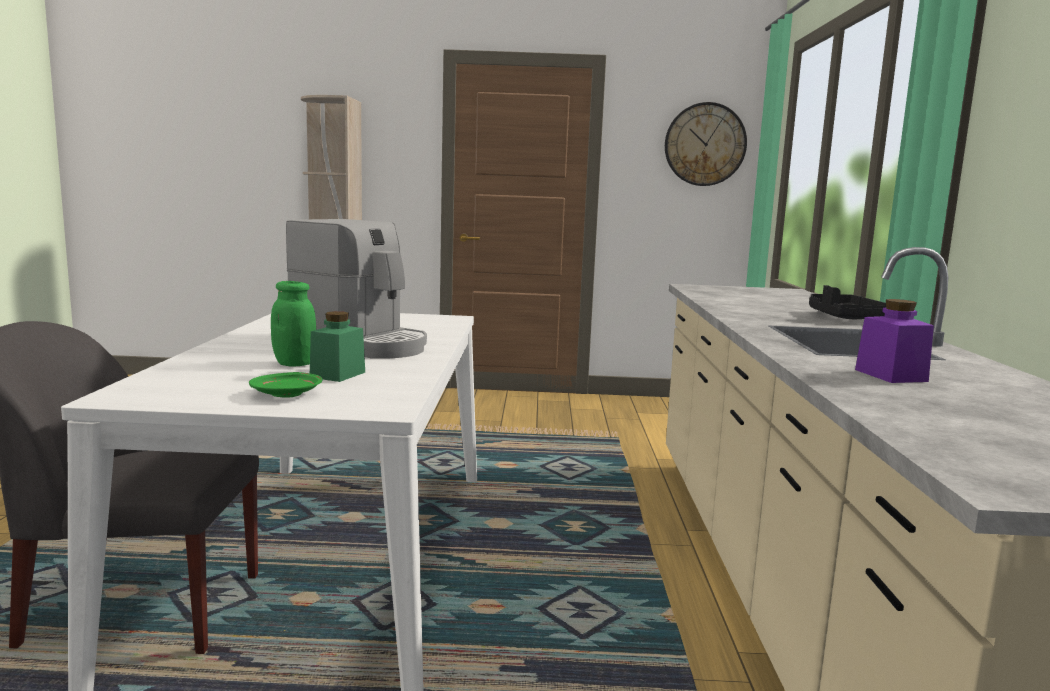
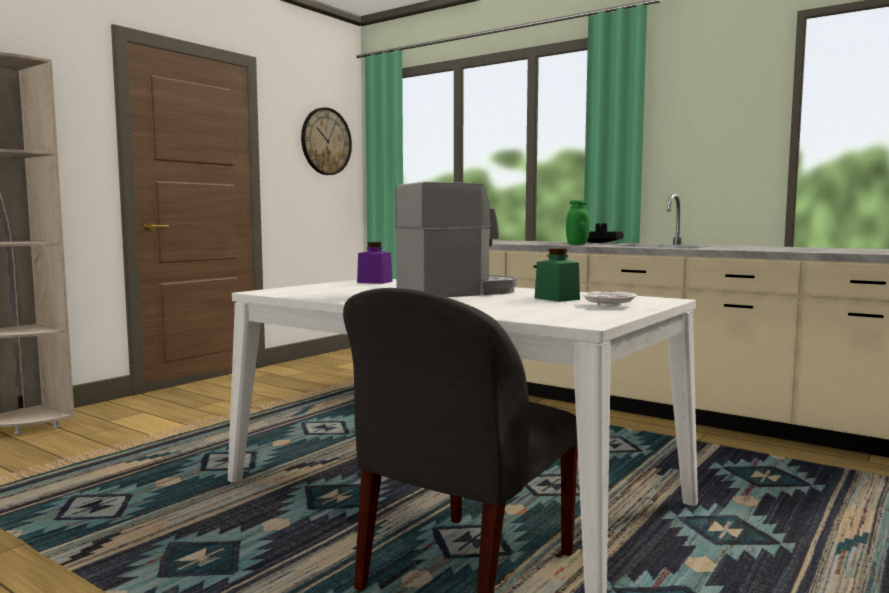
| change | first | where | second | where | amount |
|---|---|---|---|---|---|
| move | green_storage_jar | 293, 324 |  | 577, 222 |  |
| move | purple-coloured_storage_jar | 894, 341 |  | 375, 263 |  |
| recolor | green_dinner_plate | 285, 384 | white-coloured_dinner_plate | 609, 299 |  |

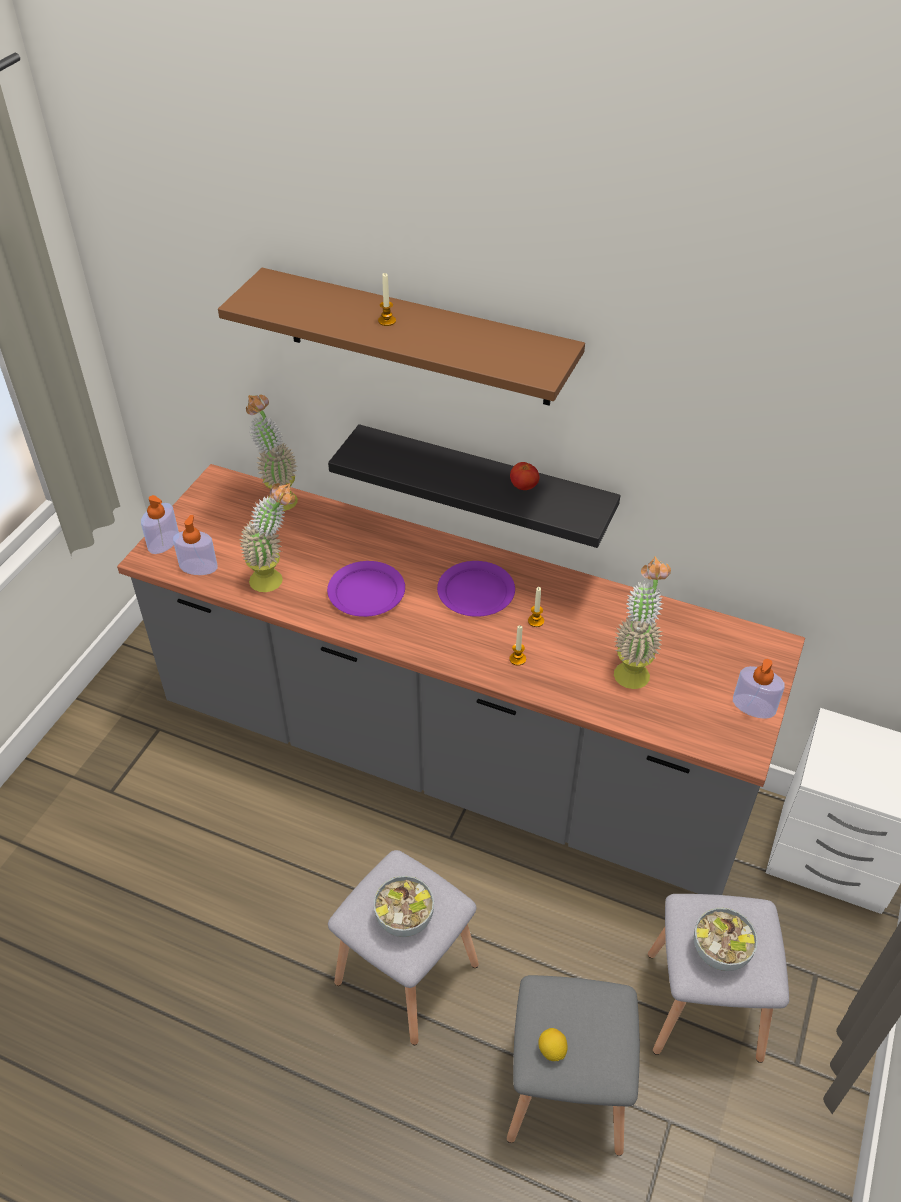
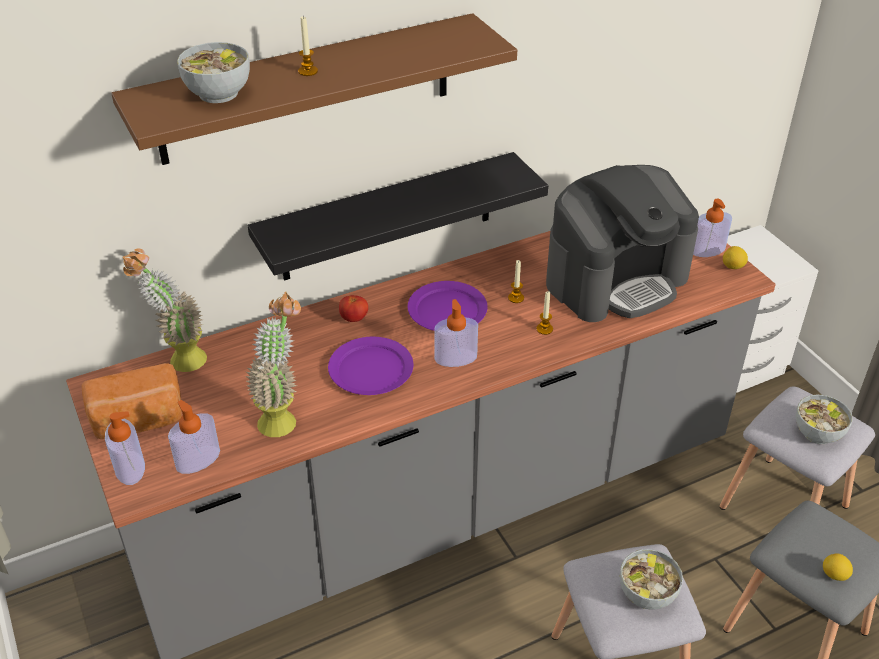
| change | first | where | second | where | amount |
|---|---|---|---|---|---|
| insert |  |  | bread | 131, 401 |  |
| insert |  |  | deep_dish | 213, 72 |  |
| insert |  |  | liquid_soap_bottle | 456, 333 |  |
| insert |  |  | whole_lemon | 735, 257 |  |
| move | fresh_tomato | 524, 476 |  | 353, 308 |  |
| replace | potted_plant | 642, 622 | coffee_maker | 622, 243 |  |

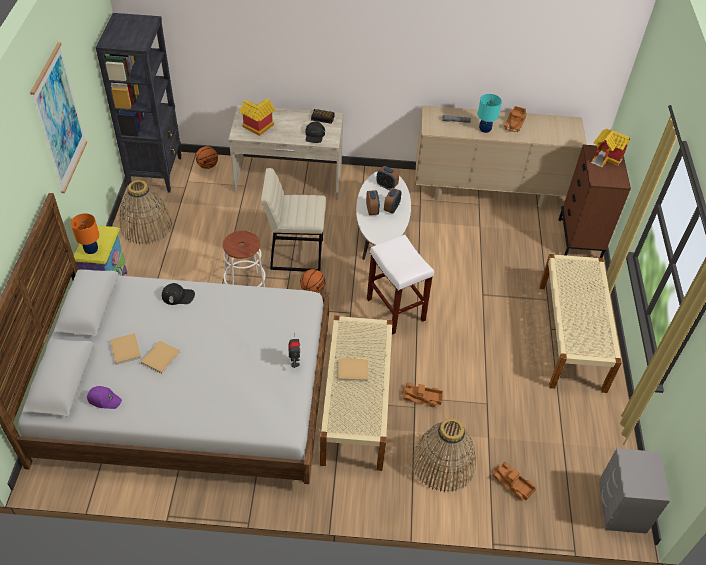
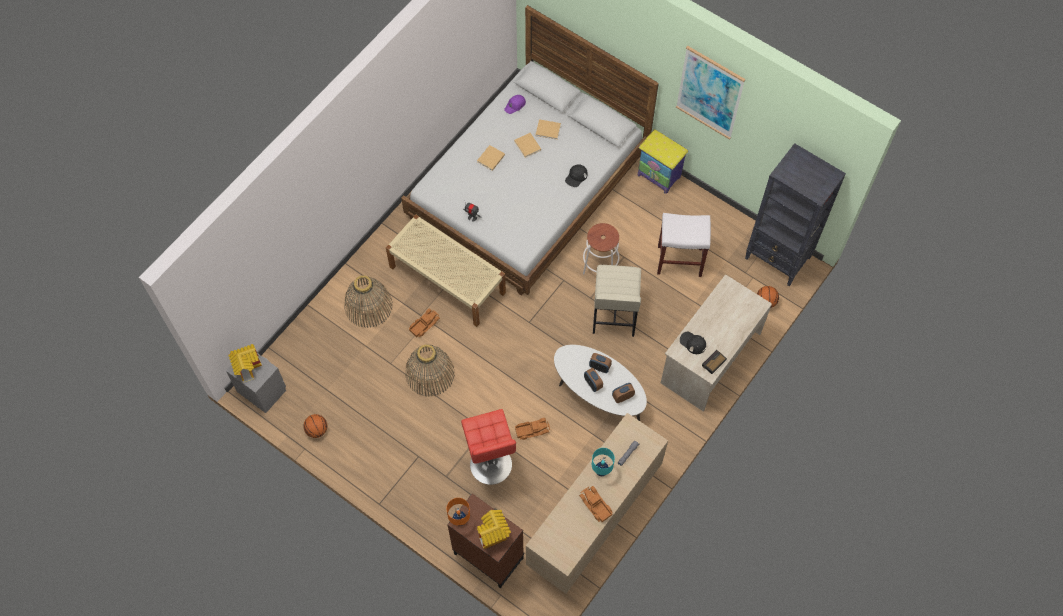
| change | first | where | second | where | amount |
|---|---|---|---|---|---|
| delete | sand-coloured_long_seat | 580, 323 |  |  |  |
| insert |  |  | red_stool_seat | 488, 447 |  |
| move | orangey_lamp_for_a_table | 85, 233 |  | 458, 512 |  |
| move | household_basket | 146, 212 |  | 430, 370 |  |
| move | toy_house | 257, 117 |  | 245, 363 |  |
| move | basketball | 312, 281 |  | 315, 426 |  |
| move | sand-coloured_bound_book | 353, 370 |  | 491, 158 |  |
| move | white-coloured_stool_seat | 400, 285 |  | 684, 245 |  |
| move | toy_lorry | 514, 481 |  | 532, 429 |  |
| rotate | sand-coloured_plain_chair | 293, 220 |  | 617, 301 | 150 degrees clockwise |

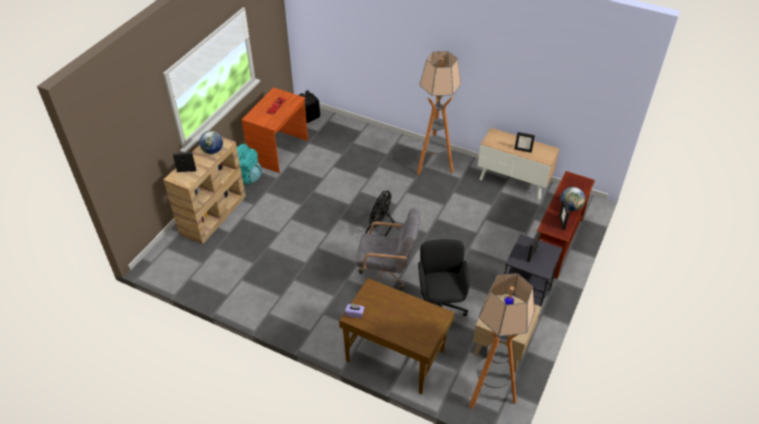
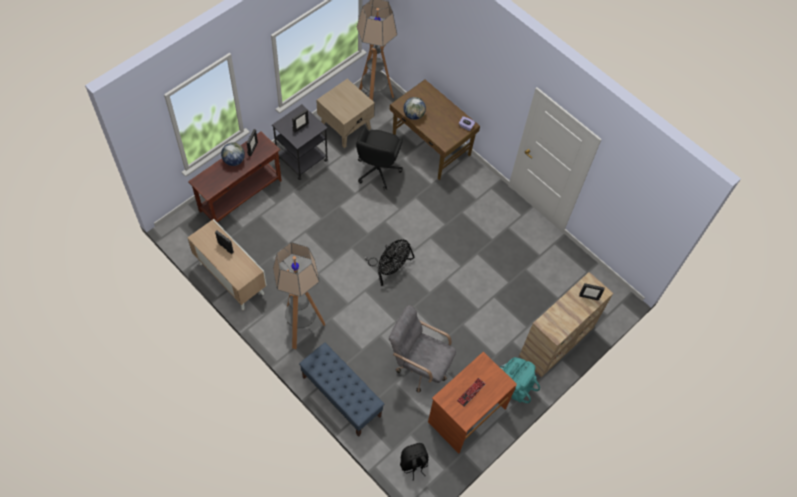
| change | first | where | second | where | amount |
|---|---|---|---|---|---|
| insert |  |  | blue-coloured_long_seat | 342, 390 |  |
| move | desk_globe | 211, 142 |  | 414, 108 |  |
| move | gray_desk_chair | 388, 248 |  | 422, 348 |  |

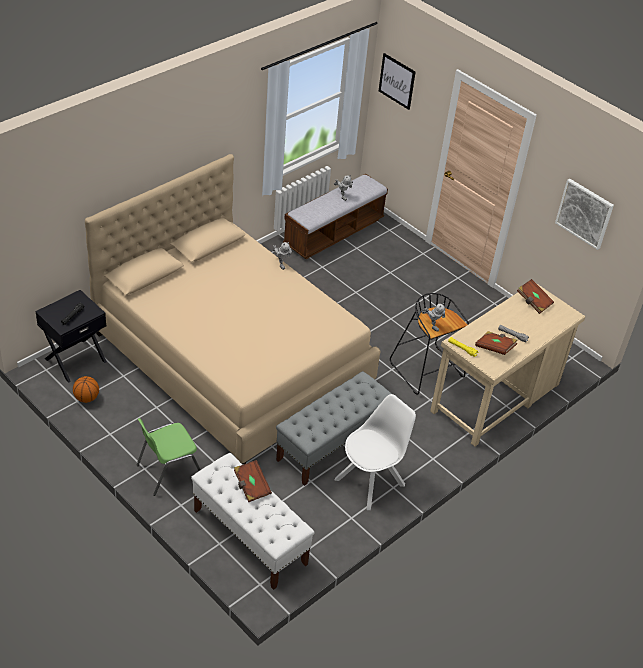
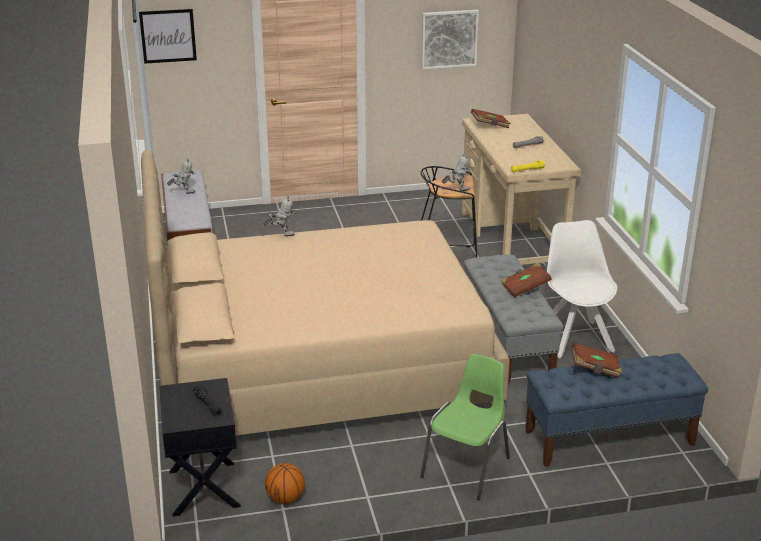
| change | first | where | second | where | amount |
|---|---|---|---|---|---|
| move | brown_bound_book | 496, 343 |  | 526, 280 |  |
| recolor | white-coloured_long_seat | 253, 521 | blue-coloured_long_seat | 617, 410 |  |
| rotate | green_plain_chair | 168, 457 |  | 465, 427 | 150 degrees counterclockwise |

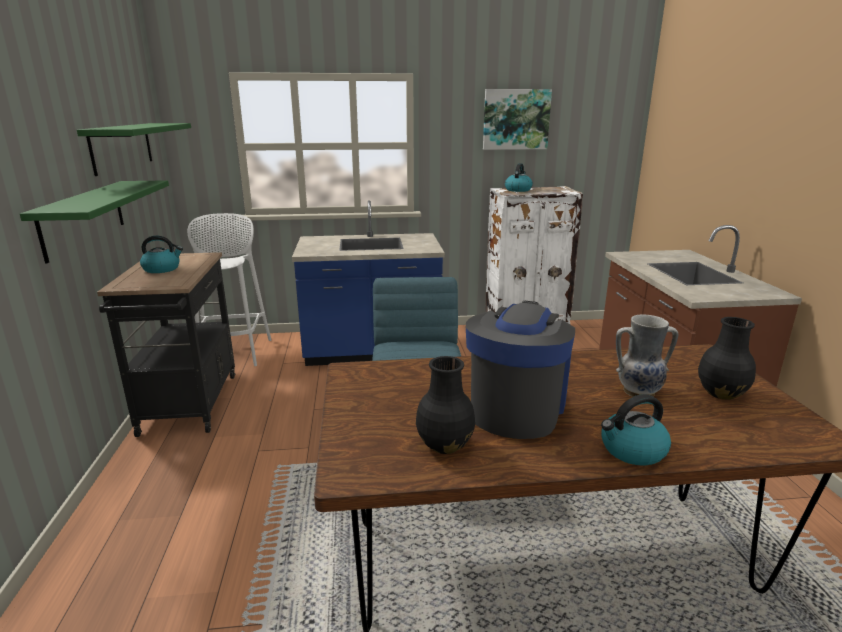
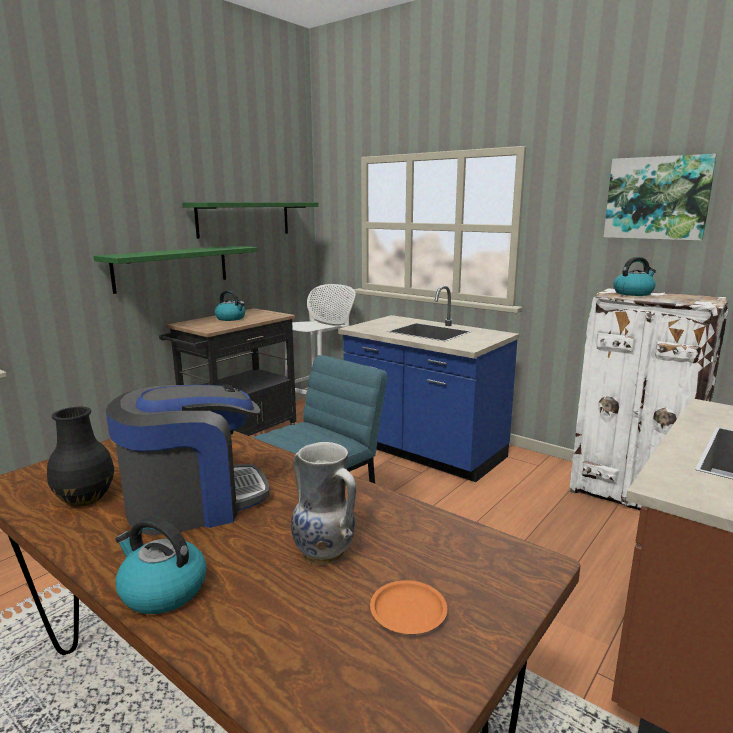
| change | first | where | second | where | amount |
|---|---|---|---|---|---|
| replace | black_flower_vase | 727, 358 | orangey_dinner_plate | 408, 607 |  |

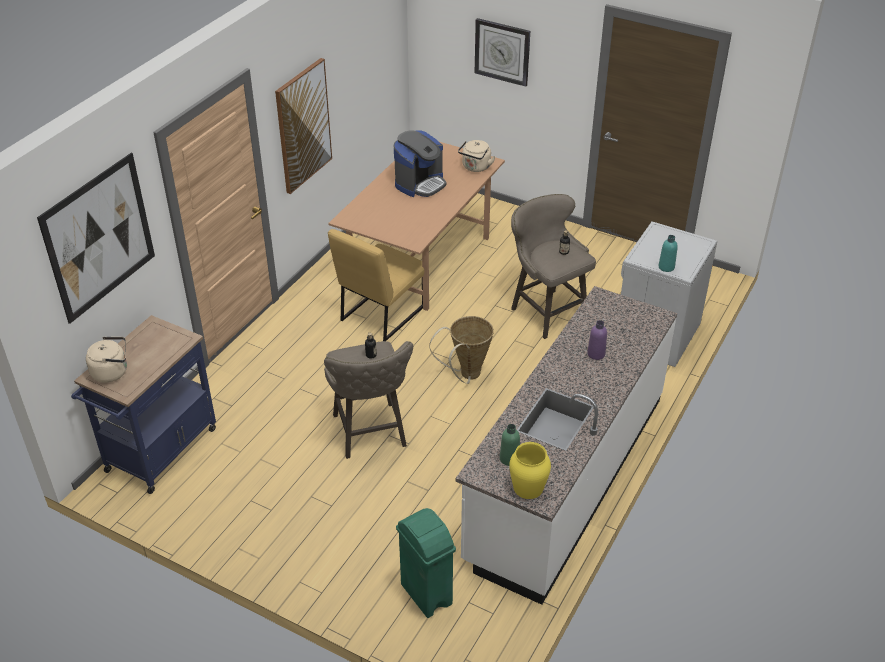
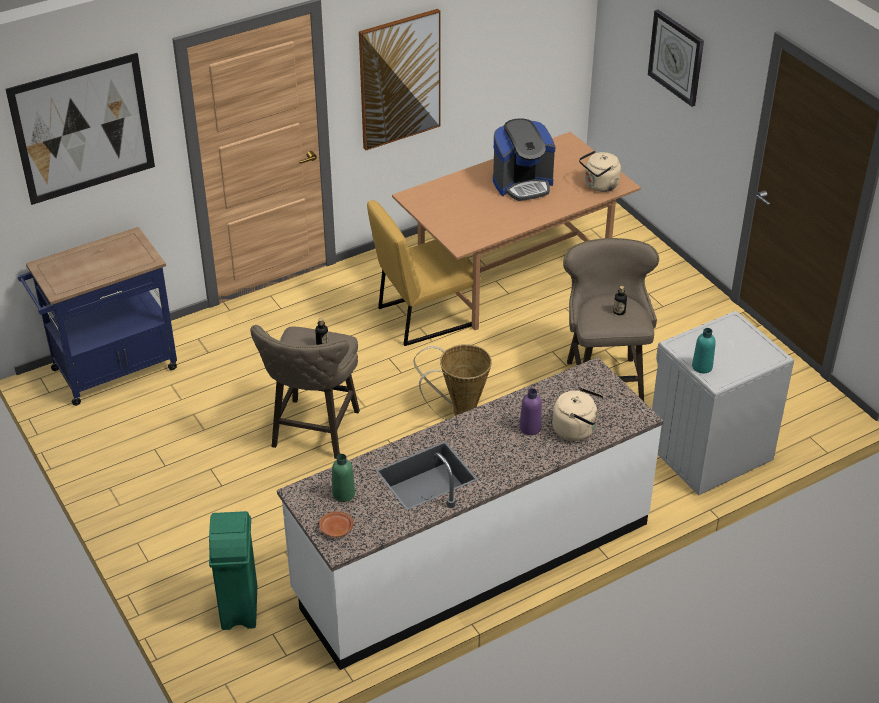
| change | first | where | second | where | amount |
|---|---|---|---|---|---|
| move | sand-coloured_water_kettle | 106, 360 |  | 578, 414 |  |
| replace | yellowish_flower_vase | 530, 470 | brown_dinner_plate | 336, 524 |  |

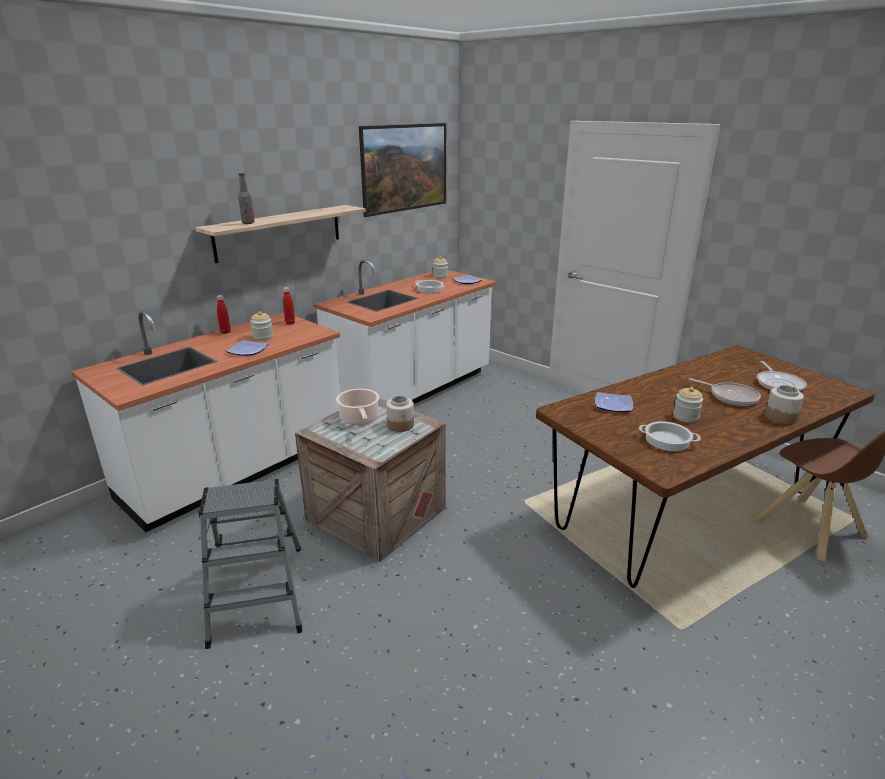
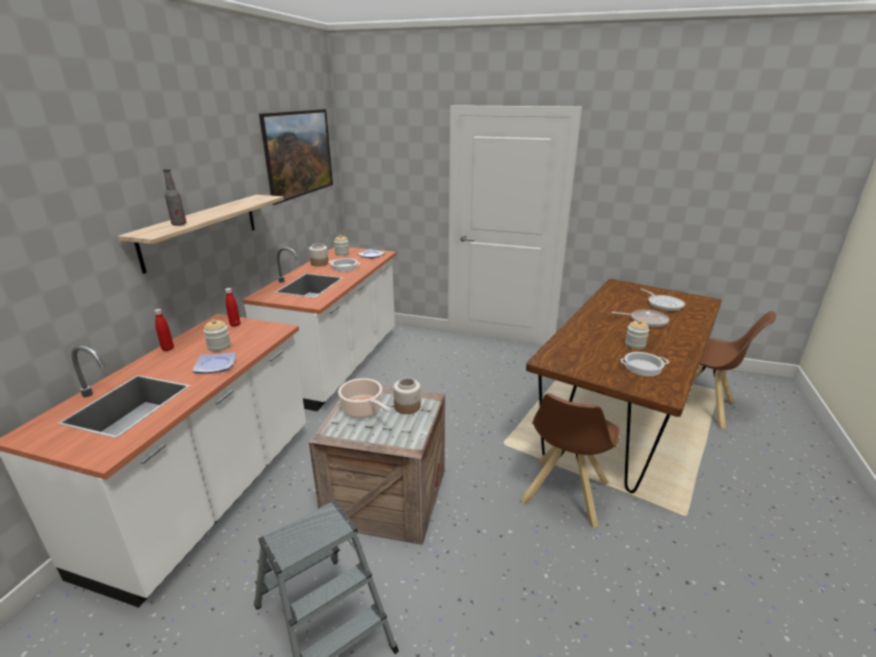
| change | first | where | second | where | amount |
|---|---|---|---|---|---|
| delete | dinner_plate | 614, 402 |  |  |  |
| insert |  |  | brown_plain_chair | 570, 460 |  |
| move | storage_jar | 784, 404 |  | 319, 254 |  |

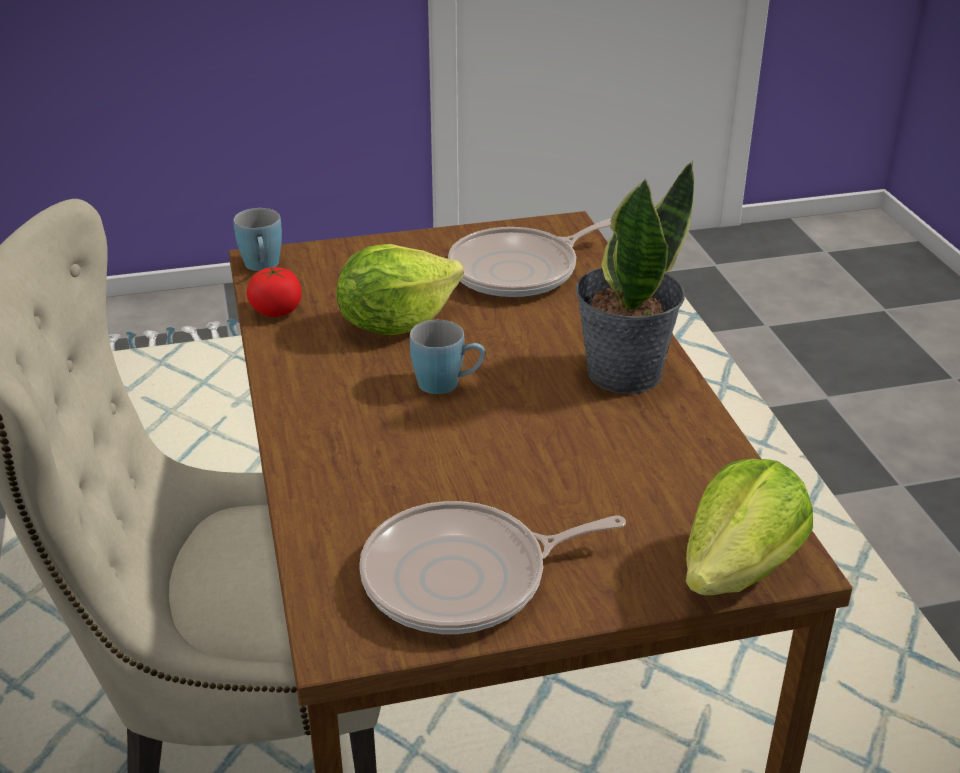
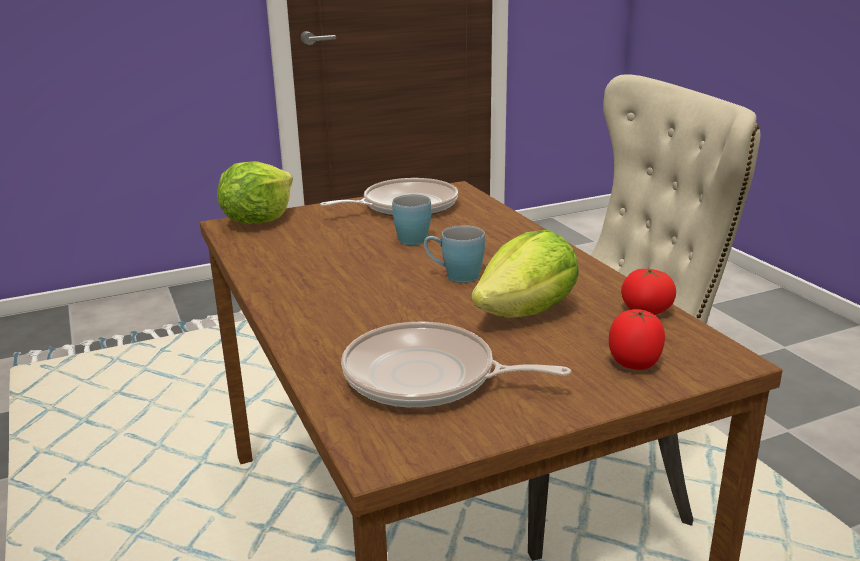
| change | first | where | second | where | amount |
|---|---|---|---|---|---|
| delete | potted_plant | 635, 277 |  |  |  |
| insert |  |  | fresh_tomato | 637, 339 |  |
| move | blue-coloured_tea_mug | 257, 239 |  | 411, 219 |  |
| rotate | pan | 529, 258 |  | 456, 365 | 120 degrees counterclockwise |

